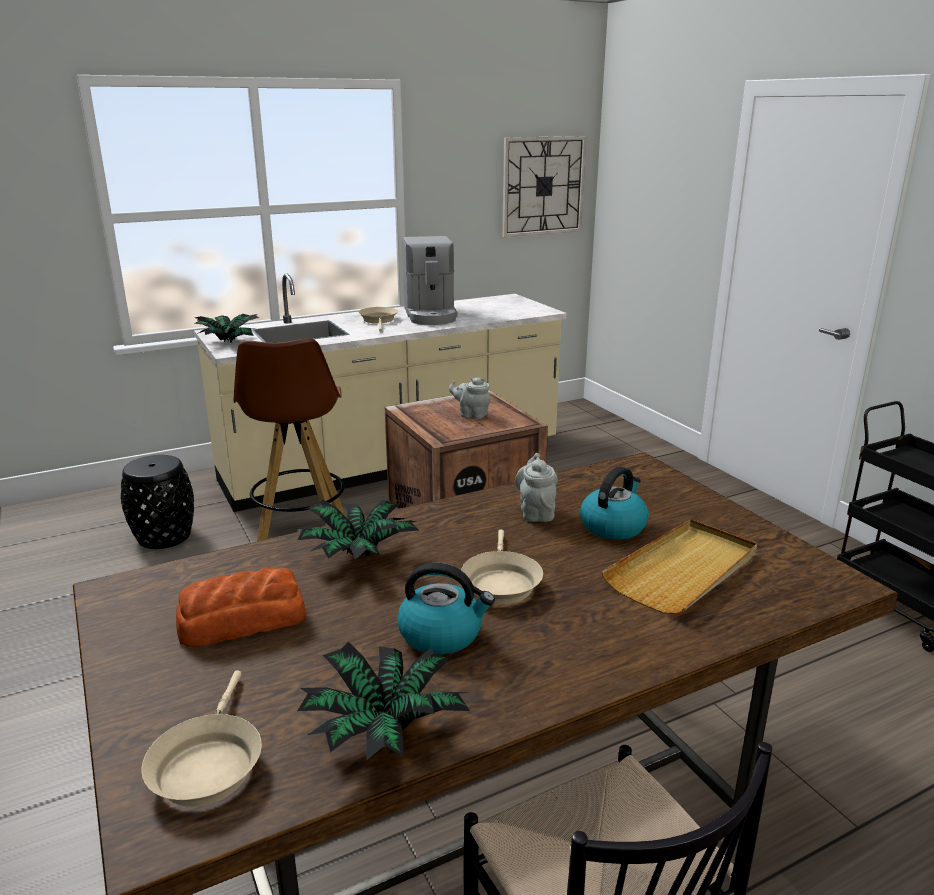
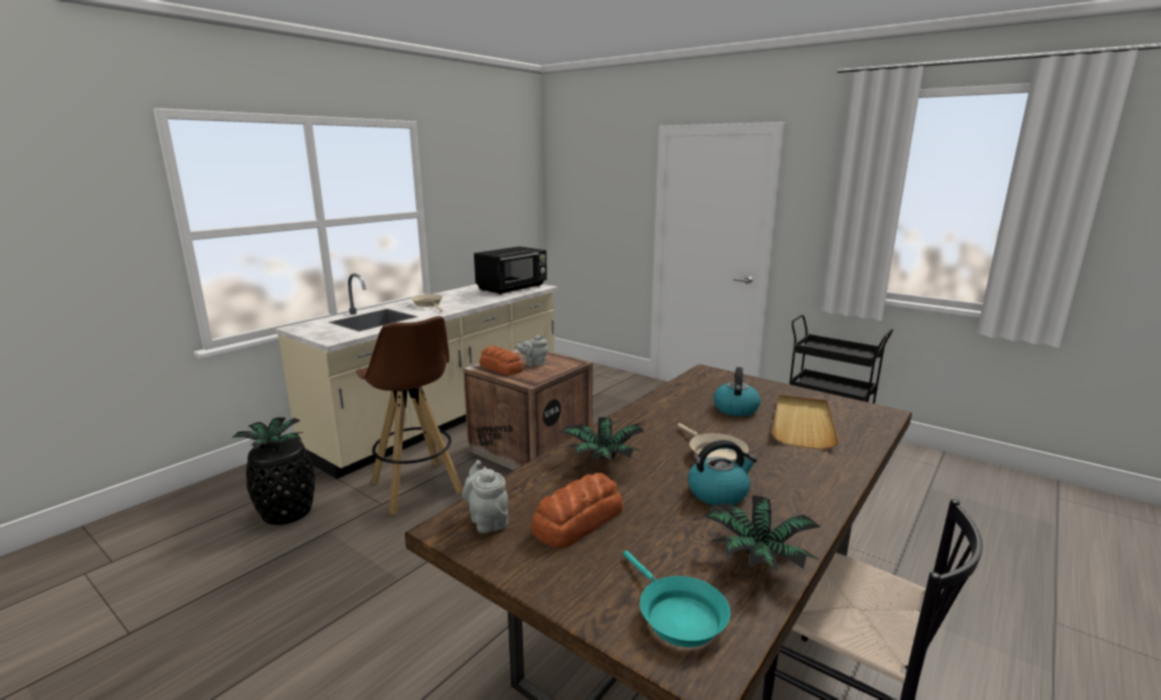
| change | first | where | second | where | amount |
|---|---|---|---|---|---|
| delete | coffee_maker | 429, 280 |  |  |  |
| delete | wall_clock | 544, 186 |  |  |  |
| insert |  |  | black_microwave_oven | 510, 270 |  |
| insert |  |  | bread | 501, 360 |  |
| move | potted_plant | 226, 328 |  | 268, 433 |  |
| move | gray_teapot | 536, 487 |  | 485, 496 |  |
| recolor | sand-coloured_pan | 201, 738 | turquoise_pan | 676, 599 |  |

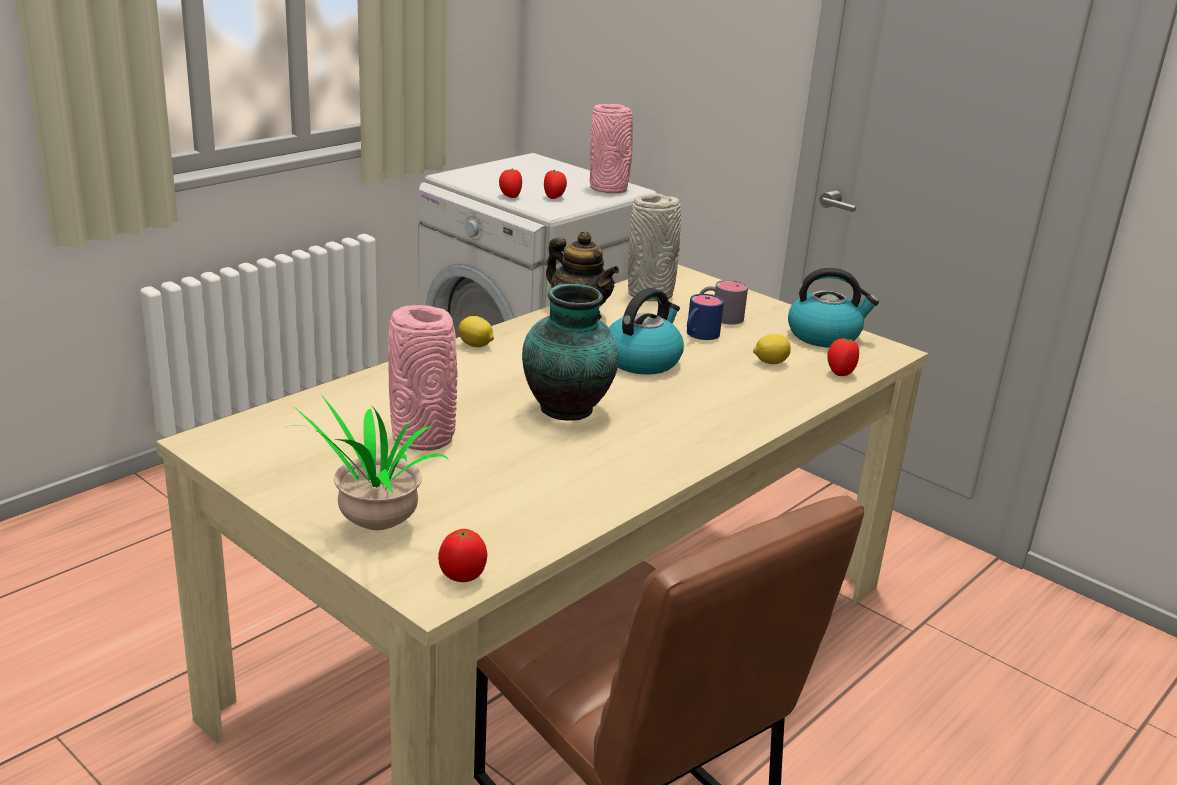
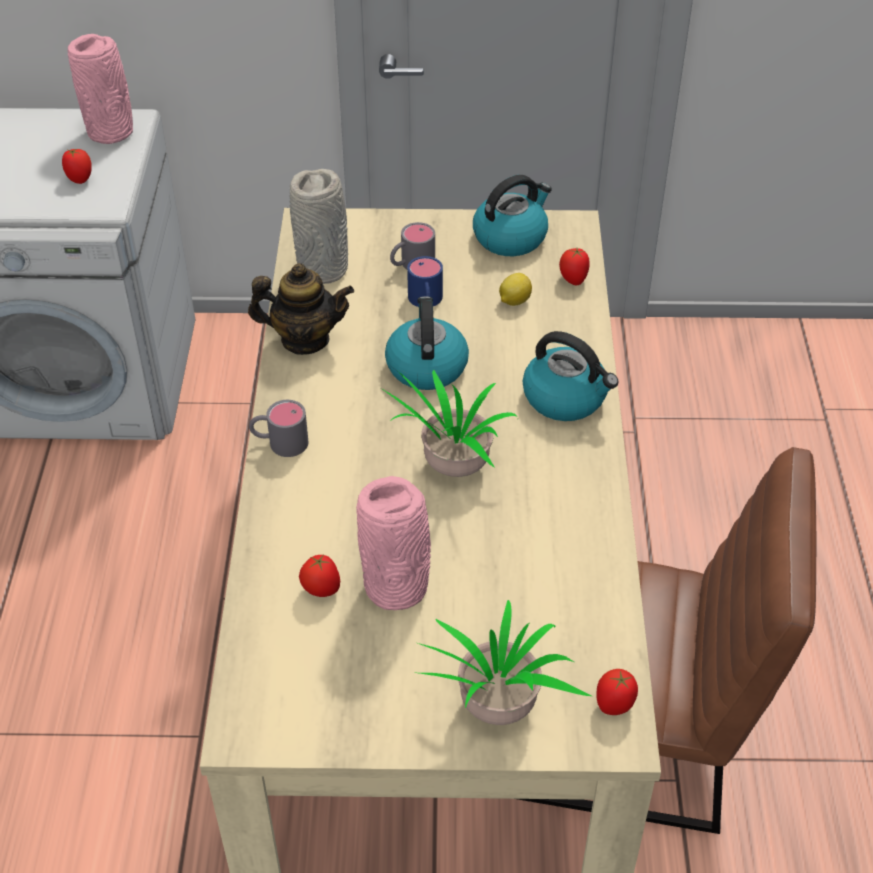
| change | first | where | second | where | amount |
|---|---|---|---|---|---|
| insert |  |  | water_kettle | 570, 376 |  |
| move | fresh_tomato | 510, 183 |  | 319, 576 |  |
| replace | whole_lemon | 476, 331 | gray_tea_mug | 278, 428 |  |
| replace | flower_vase | 570, 352 | potted_plant | 449, 423 |  |

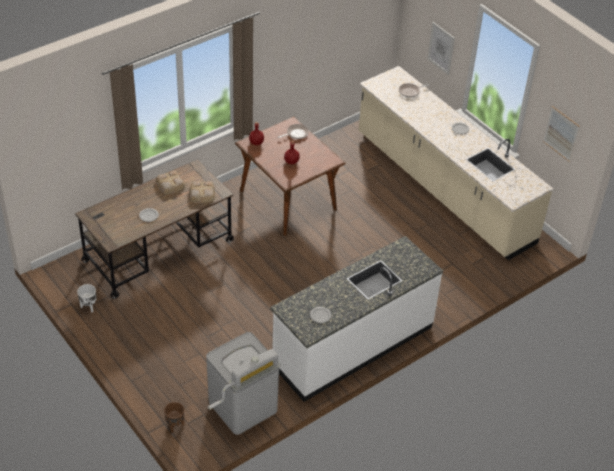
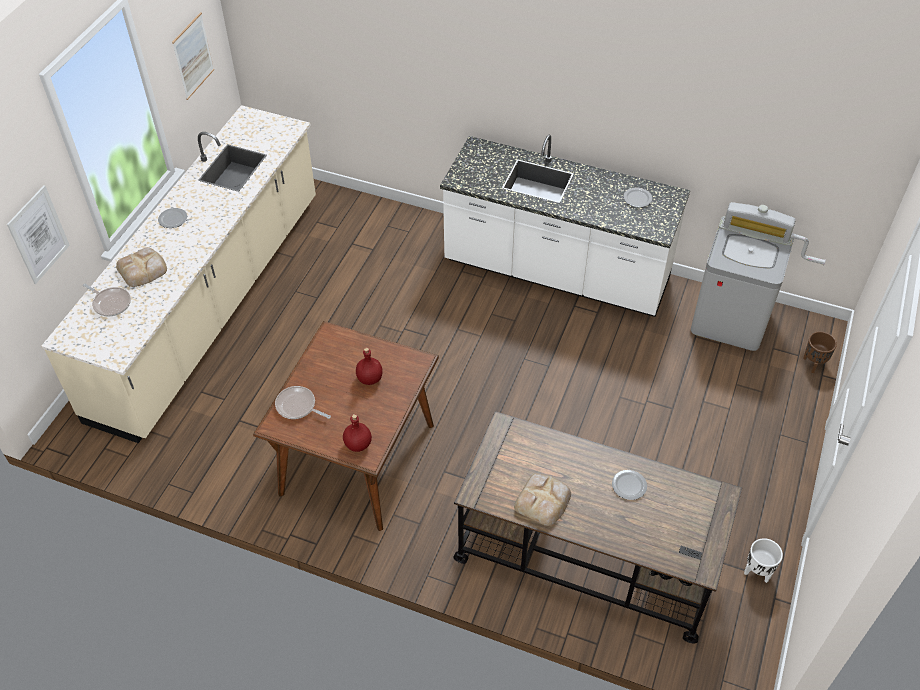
| change | first | where | second | where | amount |
|---|---|---|---|---|---|
| move | bread | 202, 192 |  | 141, 267 |  |

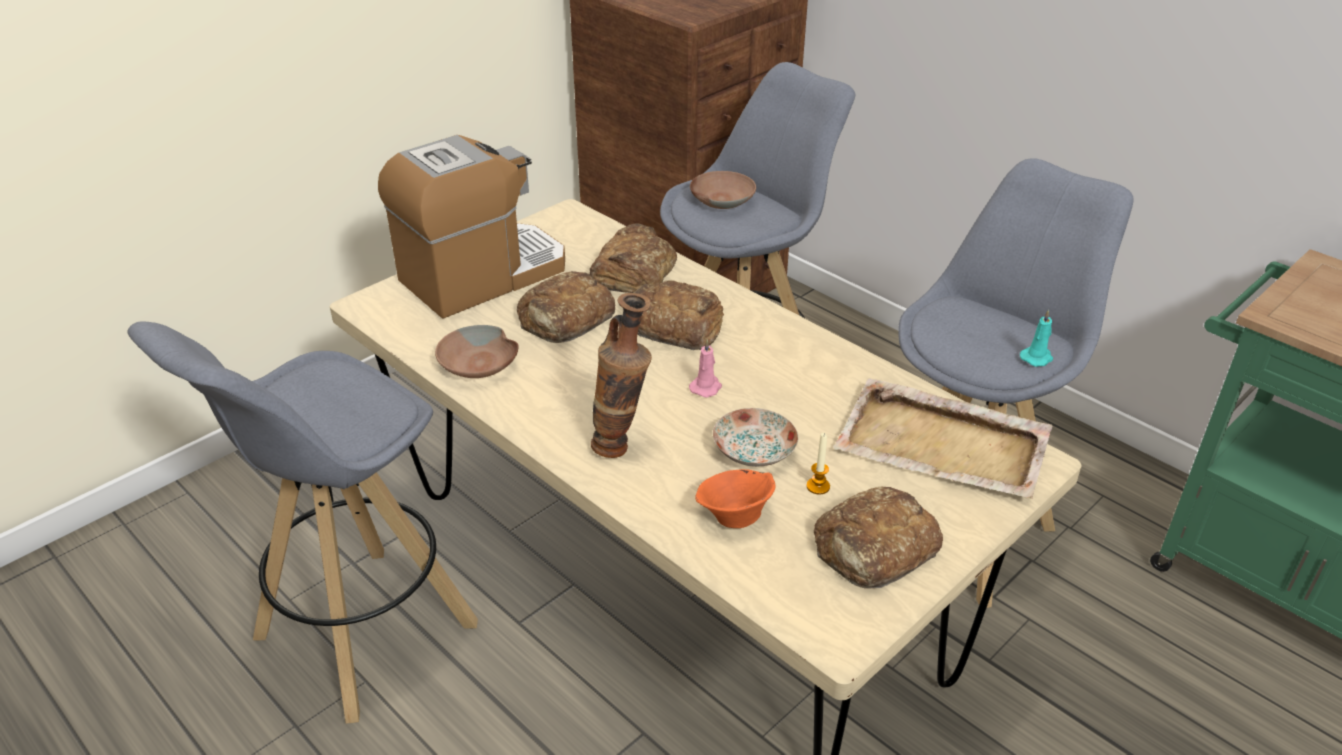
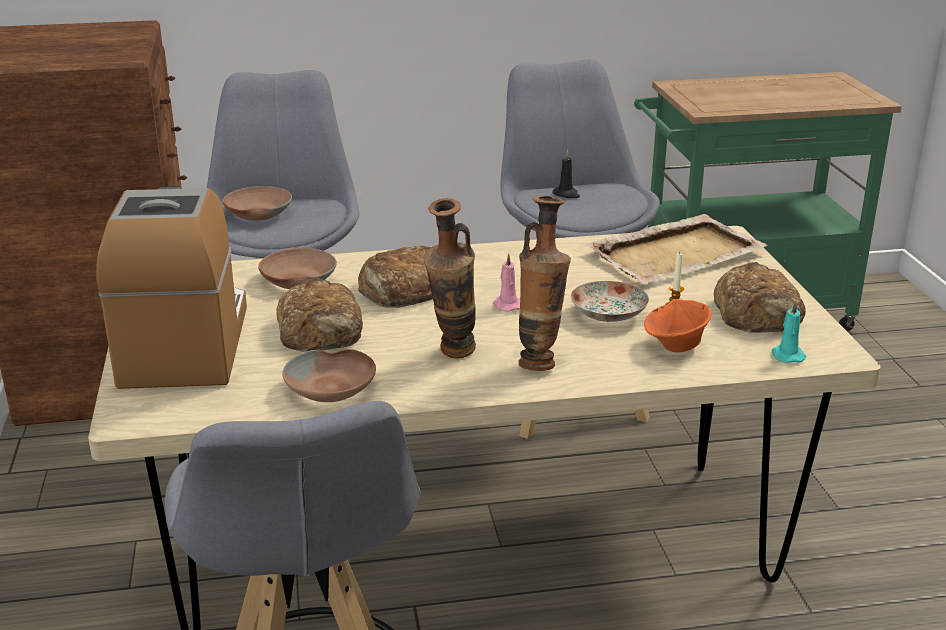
| change | first | where | second | where | amount |
|---|---|---|---|---|---|
| insert |  |  | flower_vase | 450, 278 |  |
| insert |  |  | black_candle | 566, 174 |  |
| move | turquoise_candle | 1036, 338 |  | 789, 331 |  |
| replace | bread | 633, 258 | brown_deep_dish | 297, 268 |  |

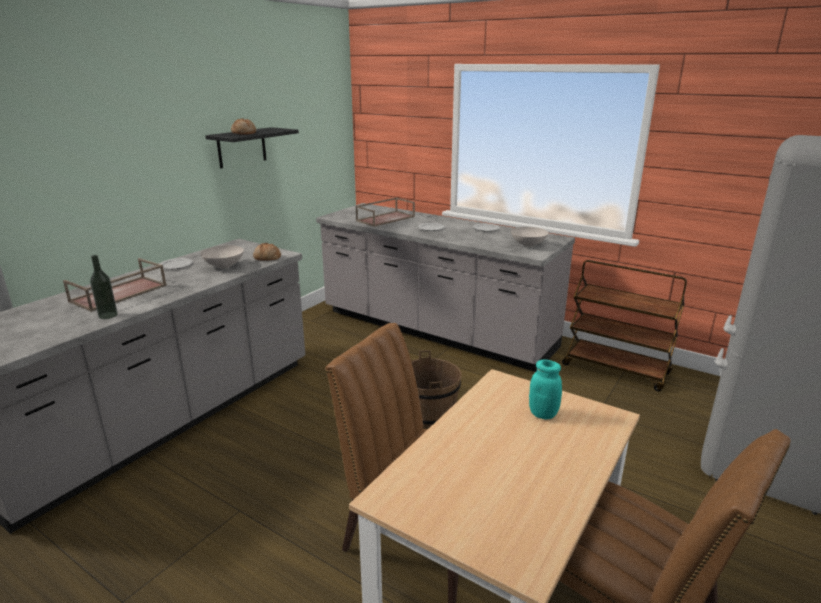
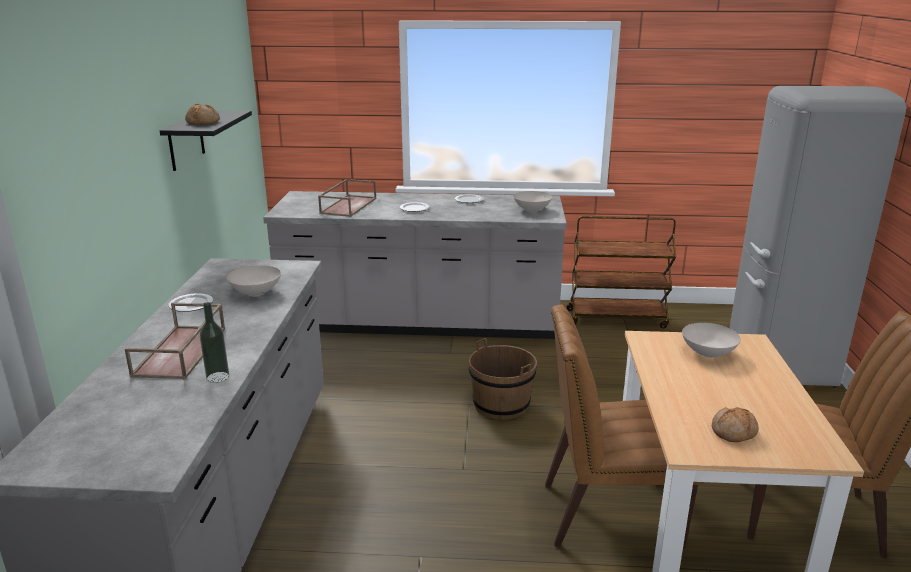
| change | first | where | second | where | amount |
|---|---|---|---|---|---|
| move | bread | 267, 252 |  | 735, 424 |  |
| replace | turquoise_storage_jar | 545, 389 | white-coloured_deep_dish | 711, 340 |  |

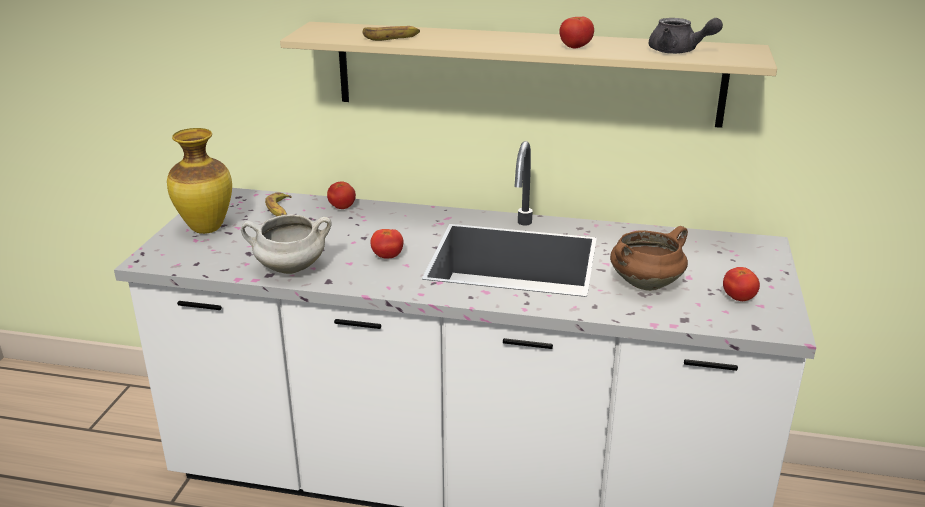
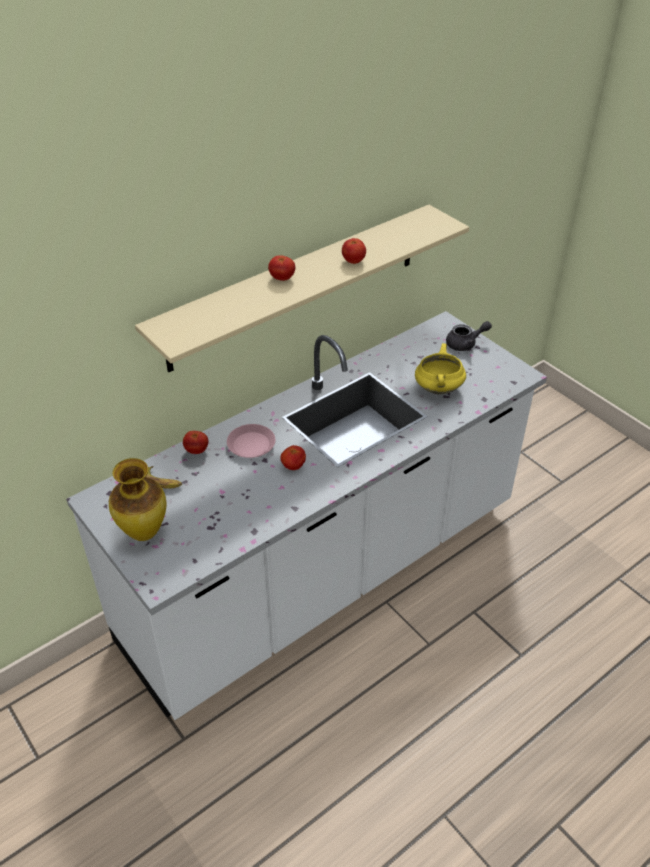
| change | first | where | second | where | amount |
|---|---|---|---|---|---|
| delete | white-coloured_cooking_pot | 286, 244 |  |  |  |
| delete | banana_fruit | 391, 33 |  |  |  |
| insert |  |  | pink_dinner_plate | 251, 441 |  |
| move | gray_teapot | 686, 36 |  | 469, 336 |  |
| move | fresh_tomato | 741, 284 |  | 281, 268 |  |
| recolor | brown_cooking_pot | 649, 258 | yellowish_cooking_pot | 440, 369 |  |

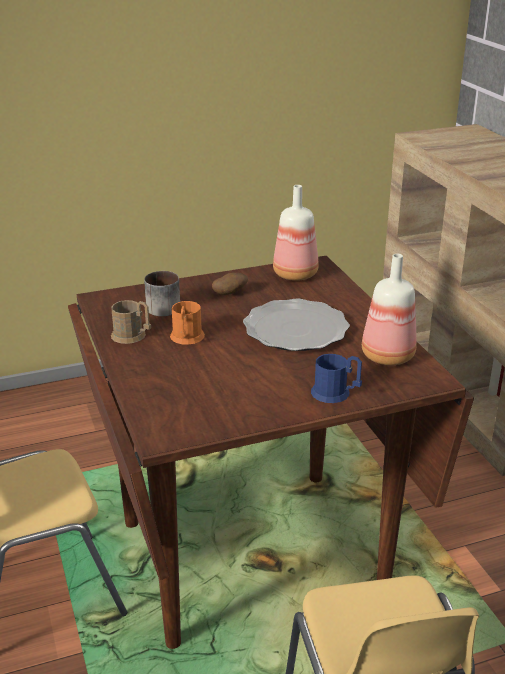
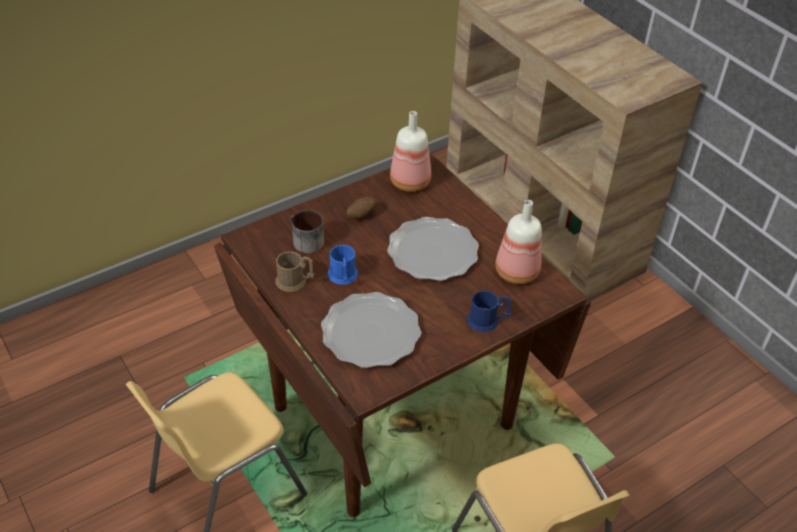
| change | first | where | second | where | amount |
|---|---|---|---|---|---|
| insert |  |  | dinner_plate | 371, 330 |  |
| recolor | orangey_tea_mug | 187, 323 | blue-coloured_tea_mug | 343, 265 |  |

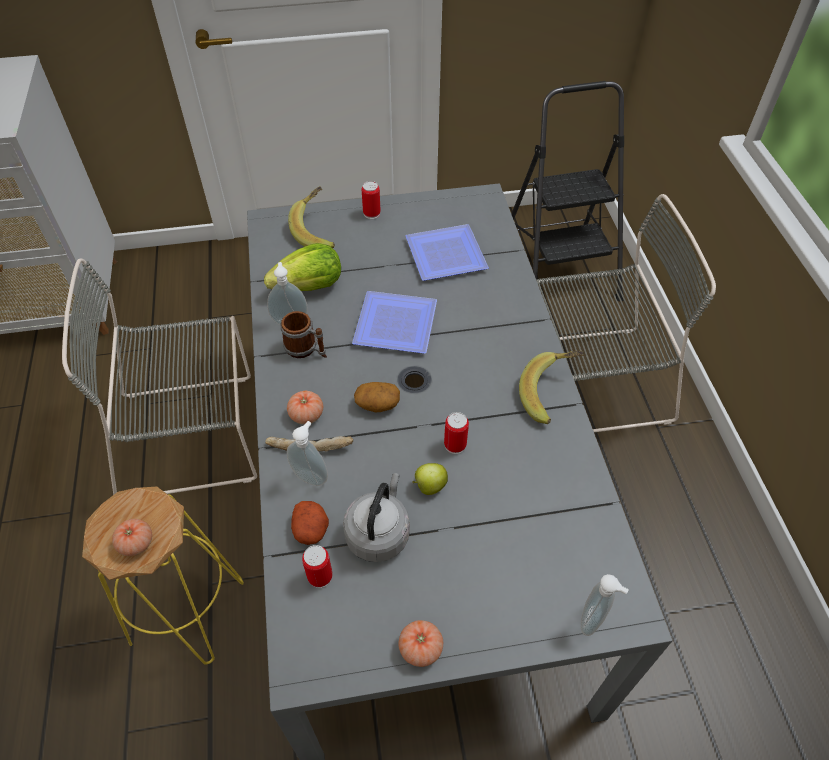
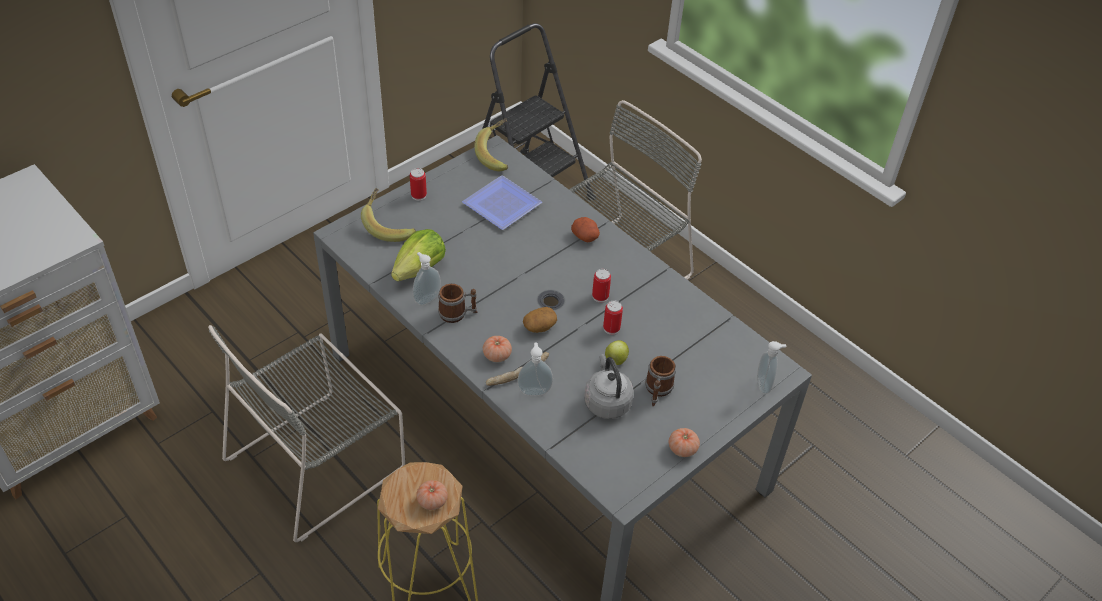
| change | first | where | second | where | amount |
|---|---|---|---|---|---|
| delete | dinner_plate | 394, 322 |  |  |  |
| insert |  |  | tea_mug | 660, 381 |  |
| move | spud | 310, 523 |  | 585, 229 |  |
| move | sealed_can | 317, 566 |  | 601, 286 |  |
| move | banana_fruit | 551, 387 |  | 491, 145 |  |

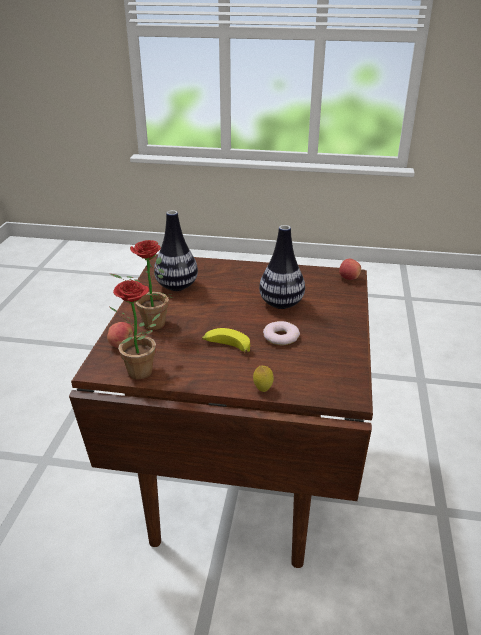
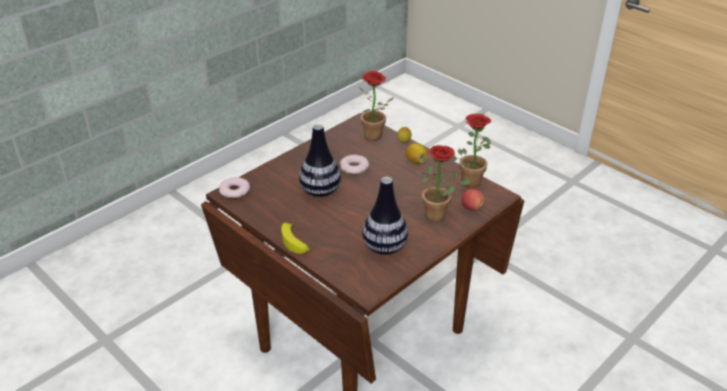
| change | first | where | second | where | amount |
|---|---|---|---|---|---|
| insert |  |  | potted_plant | 376, 106 |  |
| insert |  |  | whole_lemon | 416, 153 |  |
| move | banana_fruit | 226, 340 |  | 295, 238 |  |
| replace | apple | 350, 269 | donut | 234, 188 |  |

